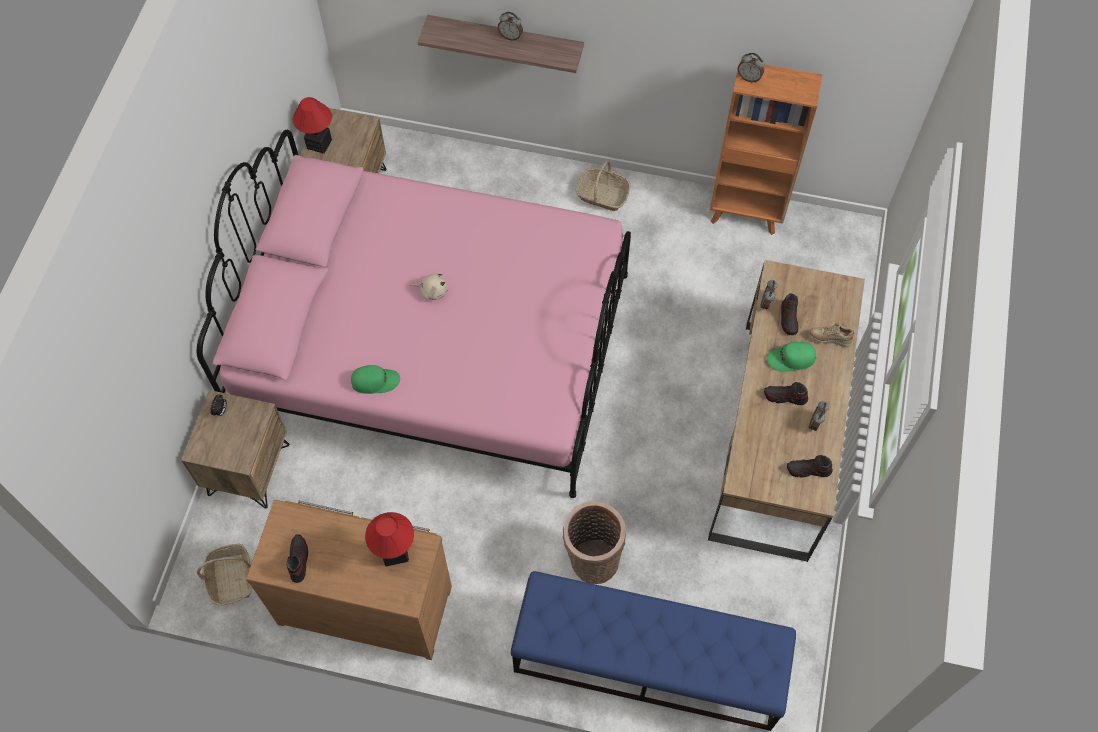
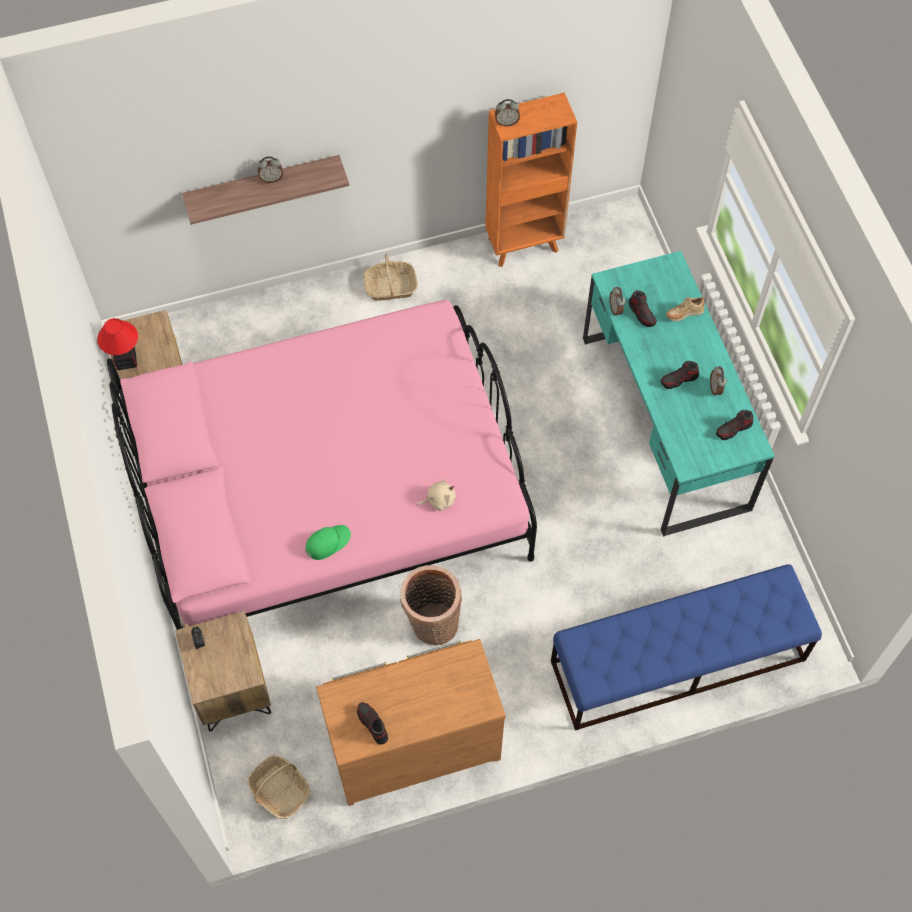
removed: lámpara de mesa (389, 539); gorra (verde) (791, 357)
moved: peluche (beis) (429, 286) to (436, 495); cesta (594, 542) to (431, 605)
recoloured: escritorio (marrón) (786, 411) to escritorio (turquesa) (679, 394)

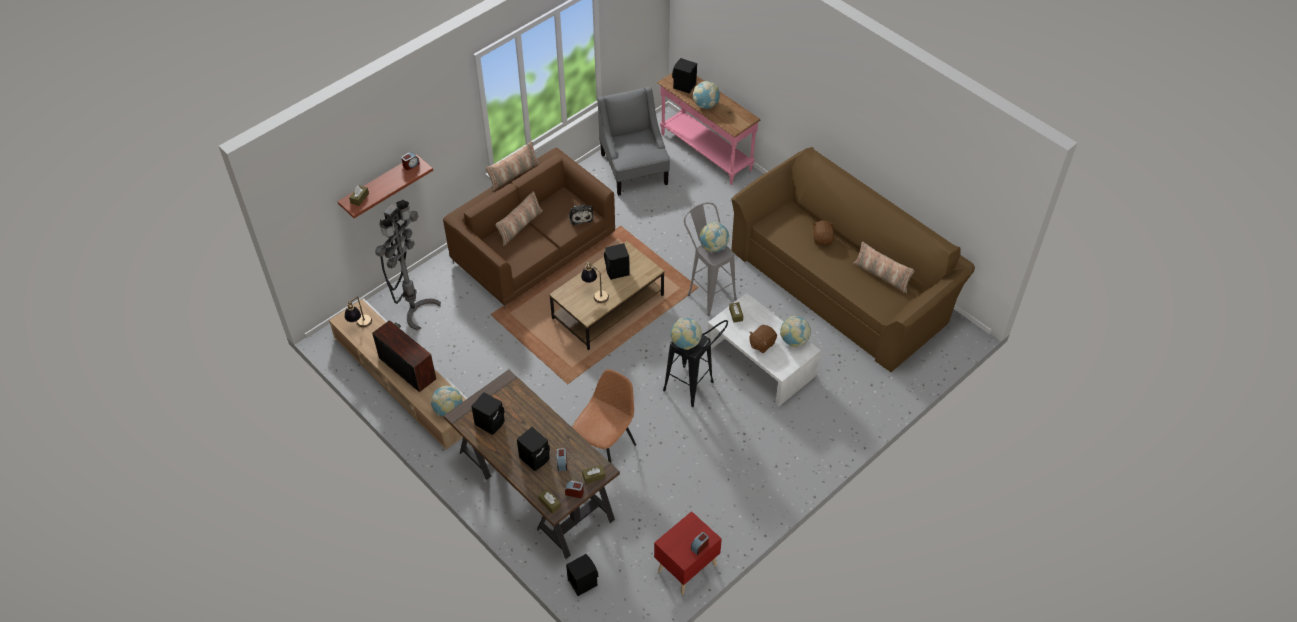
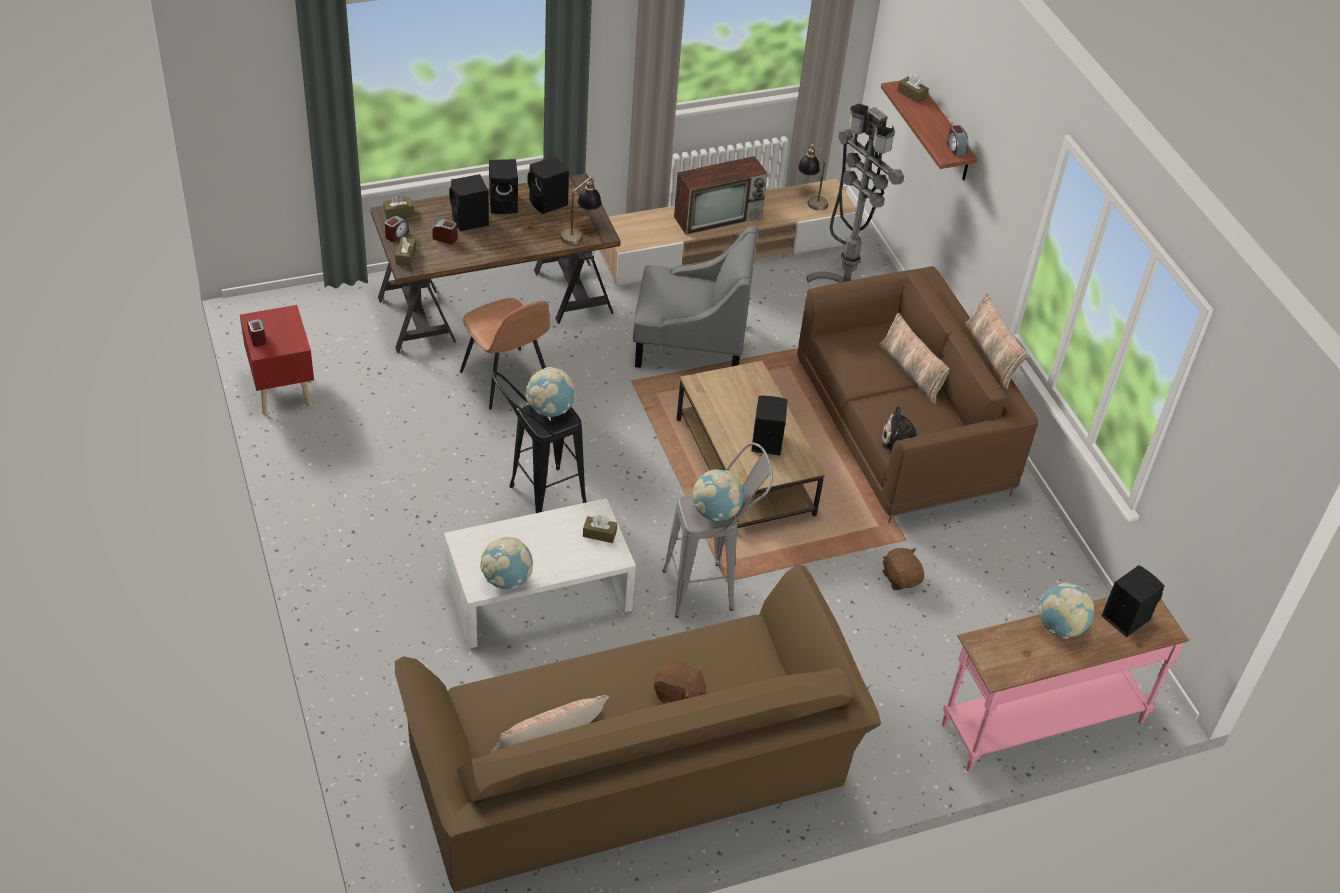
removed: globo terráqueo (446, 401)
moved: altavoz (negro) (582, 575) to (503, 186); lámpara de mesa (595, 282) to (581, 210); sillón (gris) (634, 141) to (695, 296); peluche (marrón) (763, 339) to (903, 569)

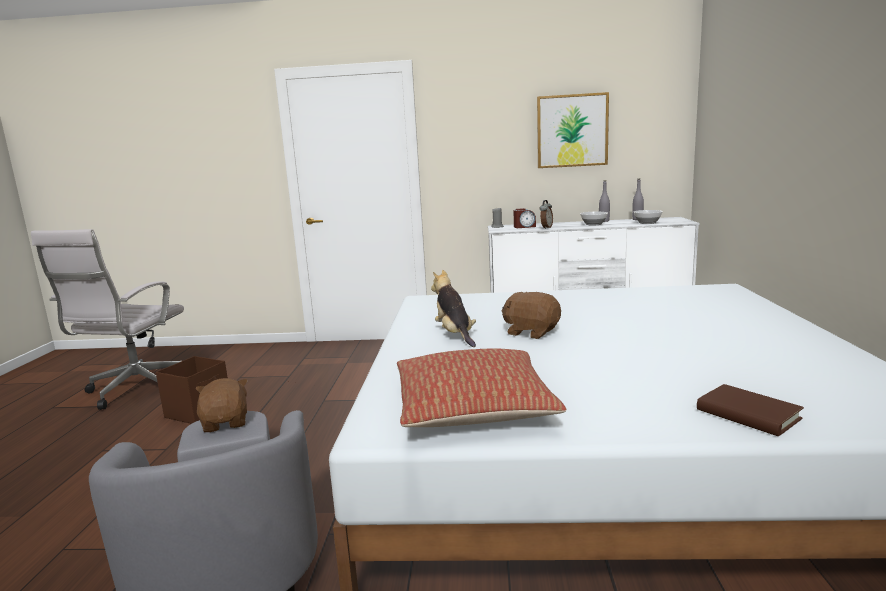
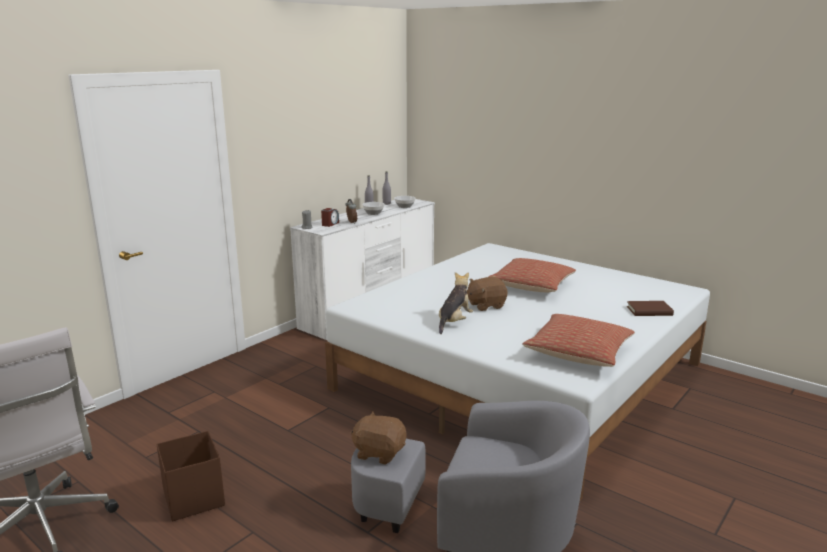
removed: cuadro (573, 130)
added: cojín (532, 275)
turned: peluche (453, 308) = (456, 303) 105 degrees clockwise

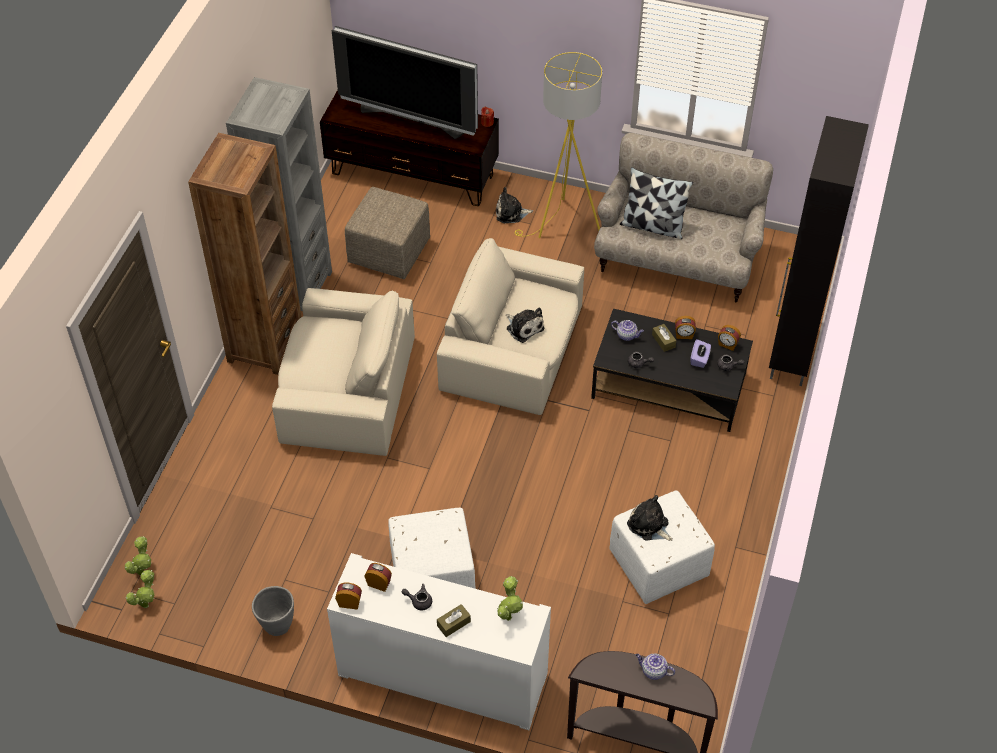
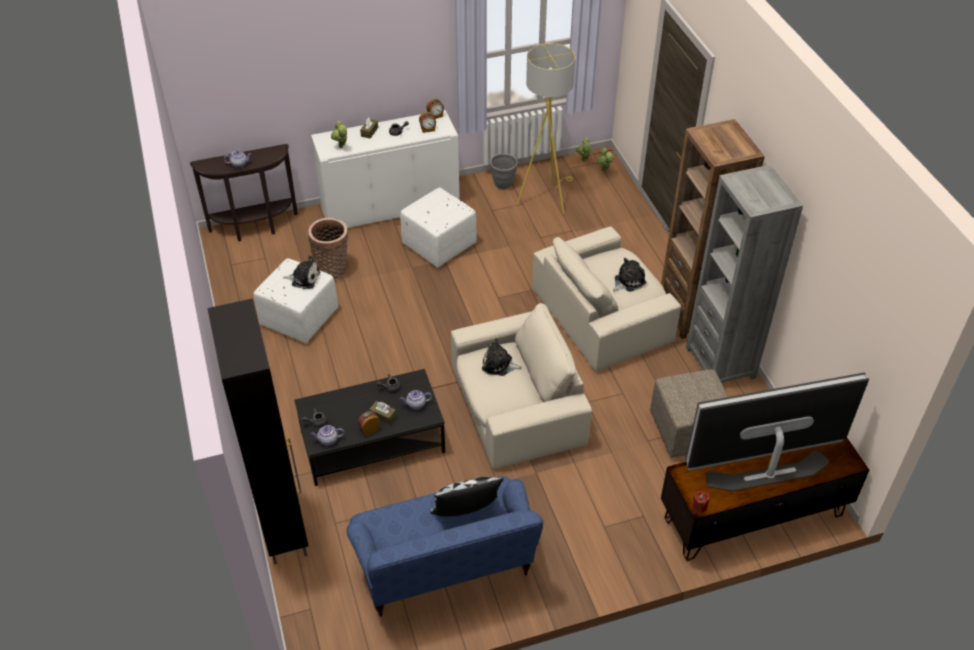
removed: caja de pañuelos (morado) (700, 353)
added: cesta (328, 249)
moved: peluche (514, 205) to (629, 275); lámpara de pie (amarillo) (558, 145) to (546, 128)
replaced: despertador (729, 338) to tetera (327, 435)
recoloured: sofá (beis) (683, 218) to sofá (azul) (444, 546)

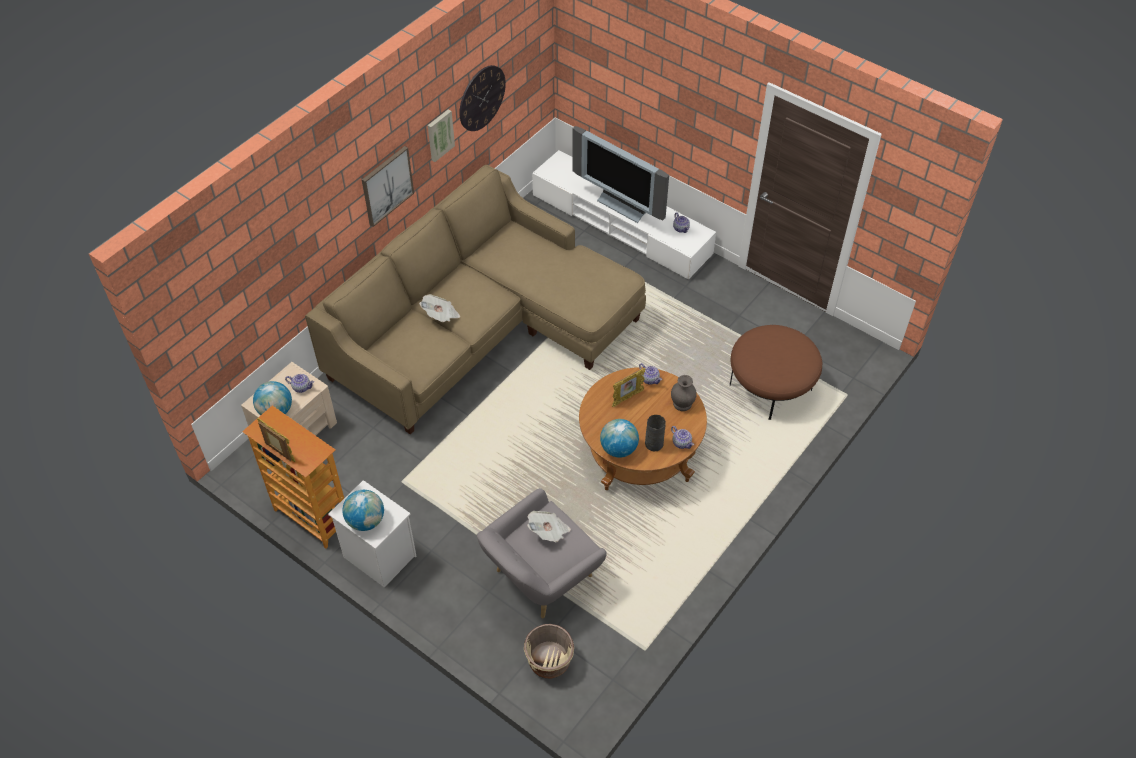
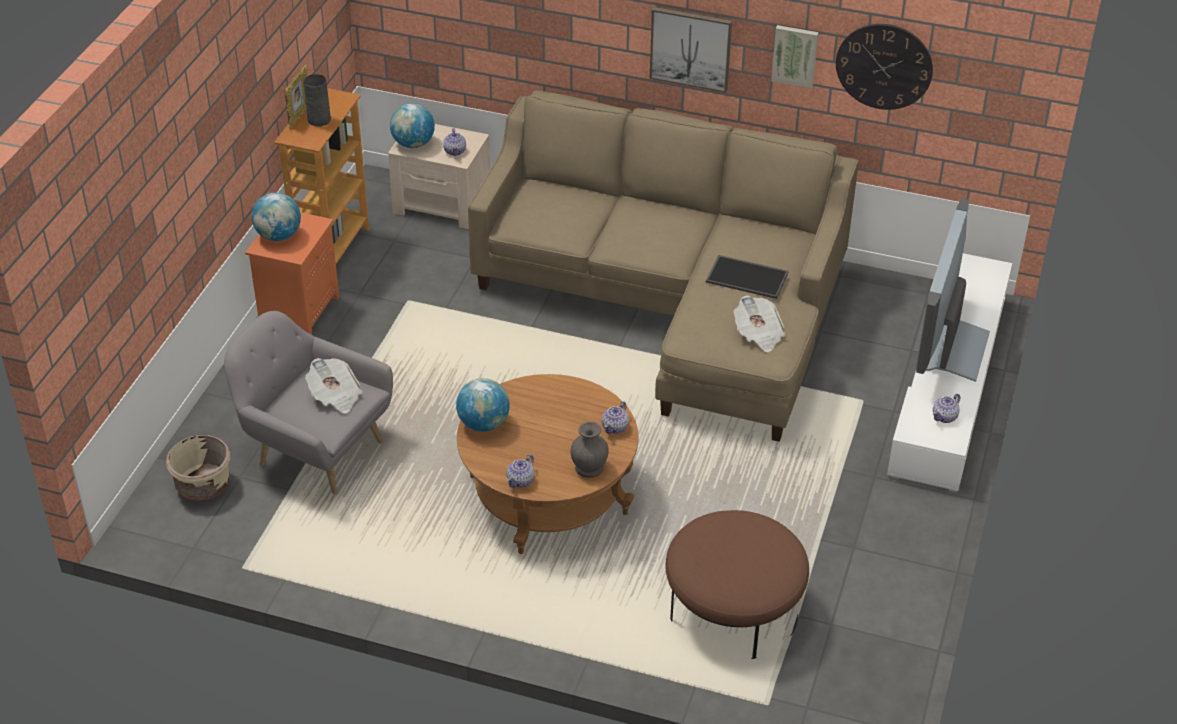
removed: portarretratos (629, 387)
added: bandeja (747, 277)
moved: periódico (439, 308) to (759, 323); florero (gris) (655, 433) to (317, 100)
recoloured: mesita de noche (blanco) (372, 534) to mesita de noche (naranja) (292, 273)

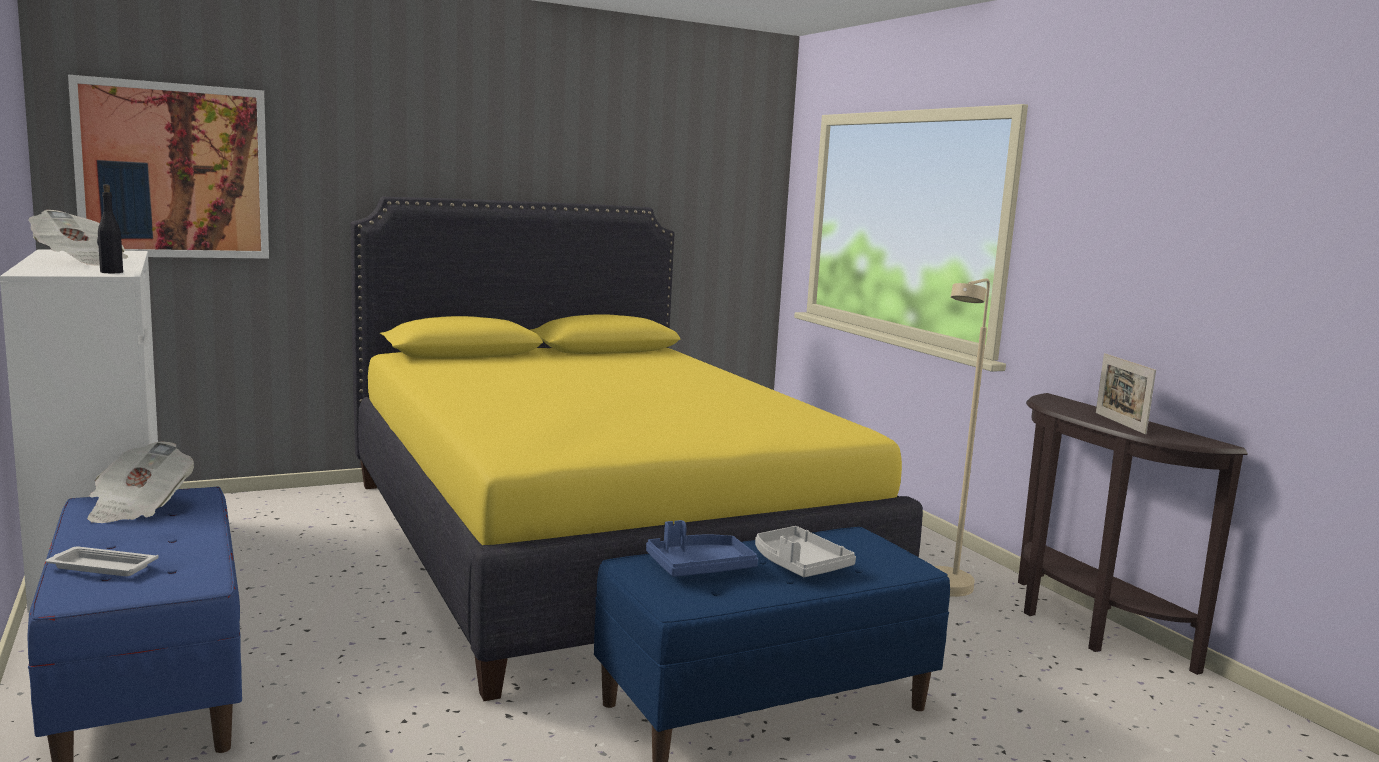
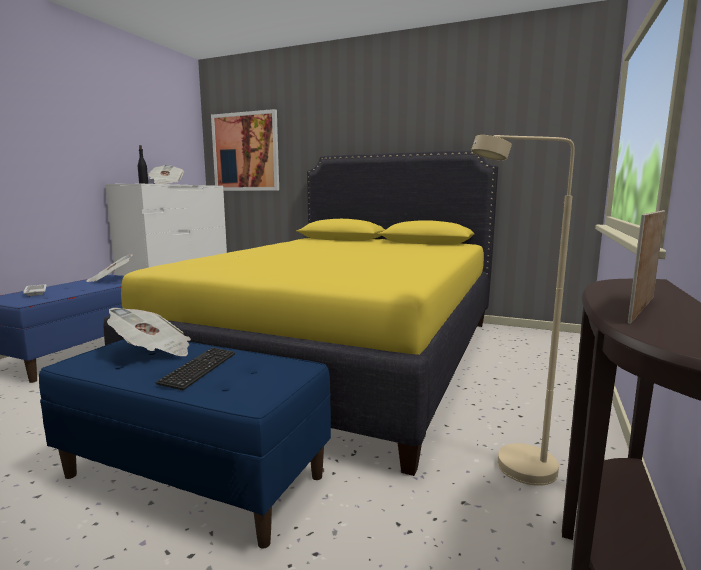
replaced: bandeja (azul) (702, 548) to periódico (149, 332); bandeja (gris) (805, 551) to teclado (195, 368)

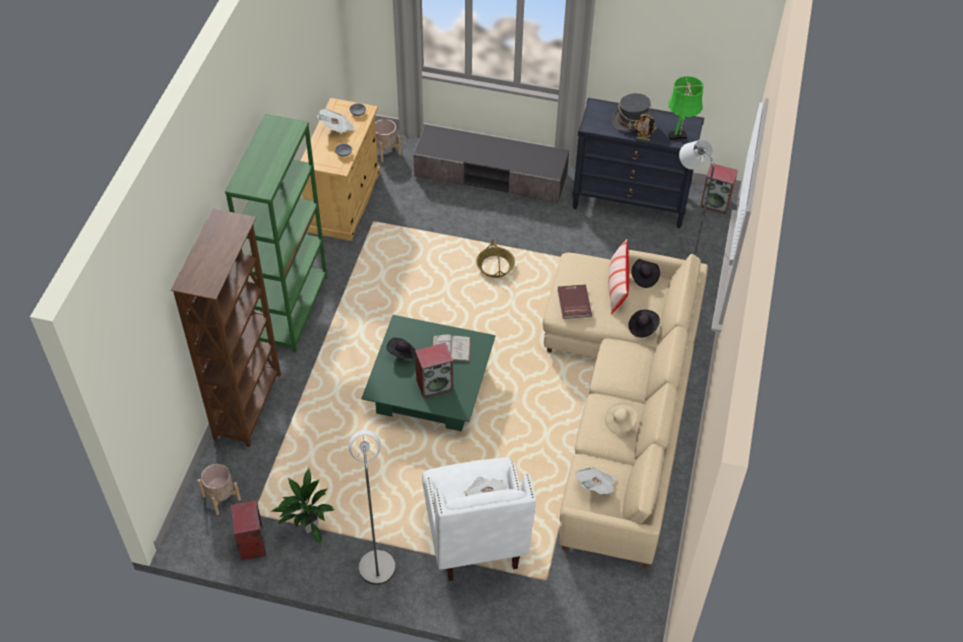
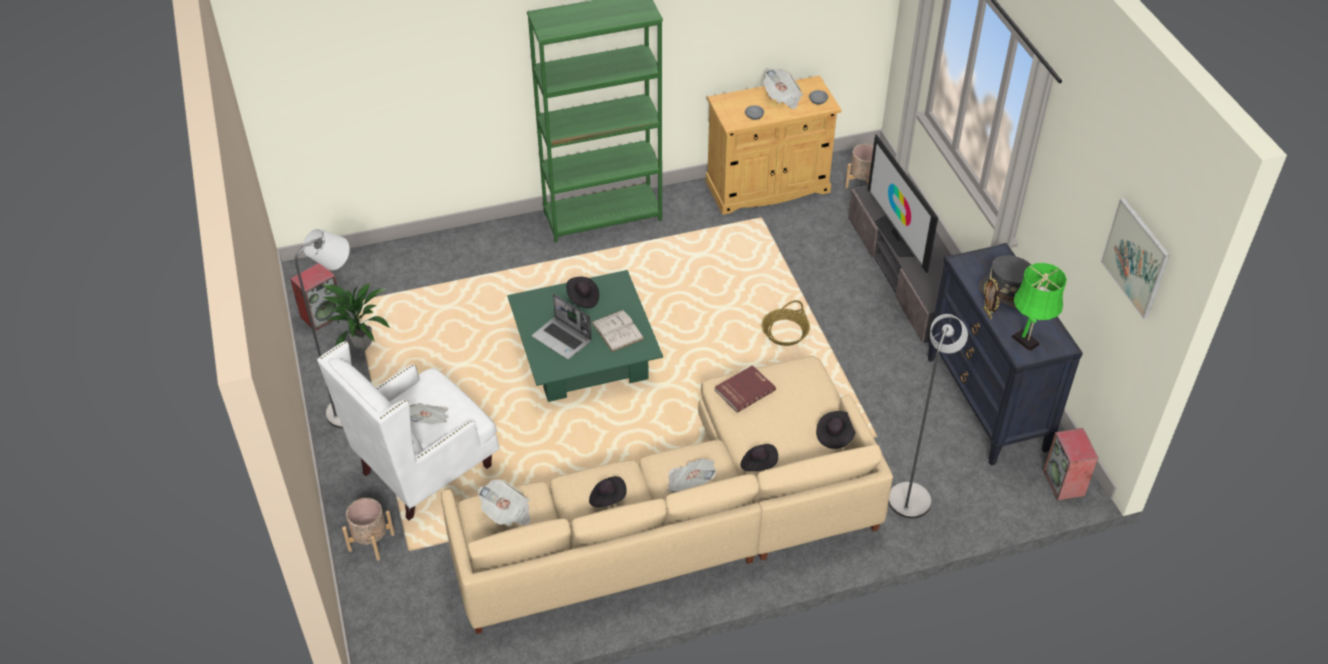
removed: estantería (marrón) (226, 328); cojín (618, 276)
added: periódico (691, 475); televisor (903, 203); cuadro (1135, 258)
moved: maceta (beis) (219, 489) to (368, 529)
replaced: altavoz (434, 370) to portátil (562, 326)
recoloured: sombrero (beis) (621, 418) to sombrero (negro) (608, 491)

